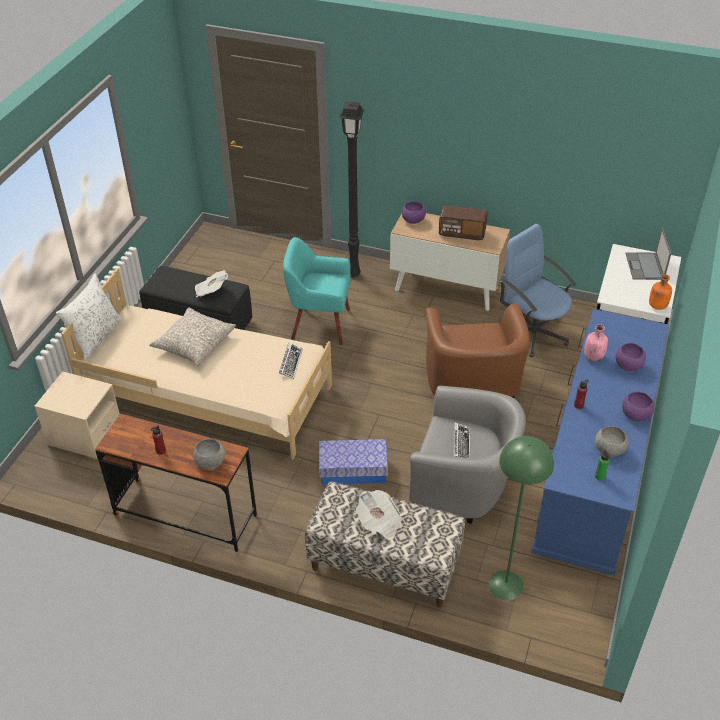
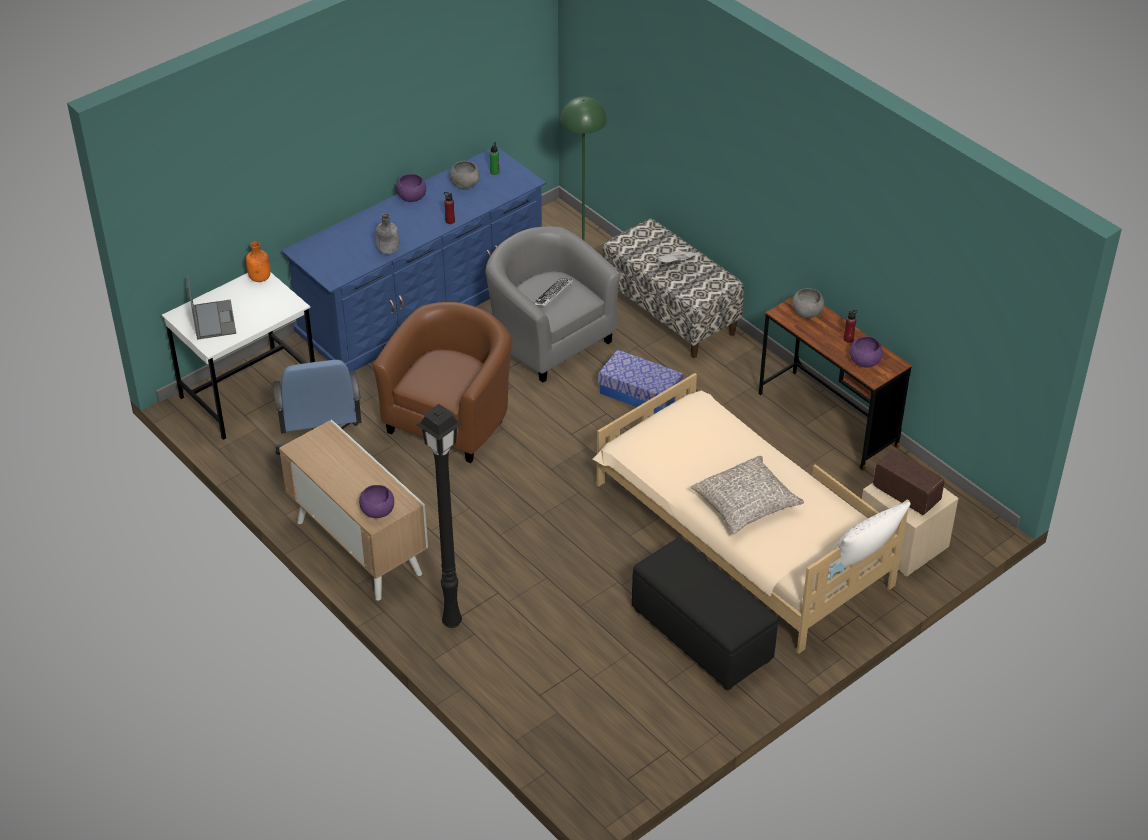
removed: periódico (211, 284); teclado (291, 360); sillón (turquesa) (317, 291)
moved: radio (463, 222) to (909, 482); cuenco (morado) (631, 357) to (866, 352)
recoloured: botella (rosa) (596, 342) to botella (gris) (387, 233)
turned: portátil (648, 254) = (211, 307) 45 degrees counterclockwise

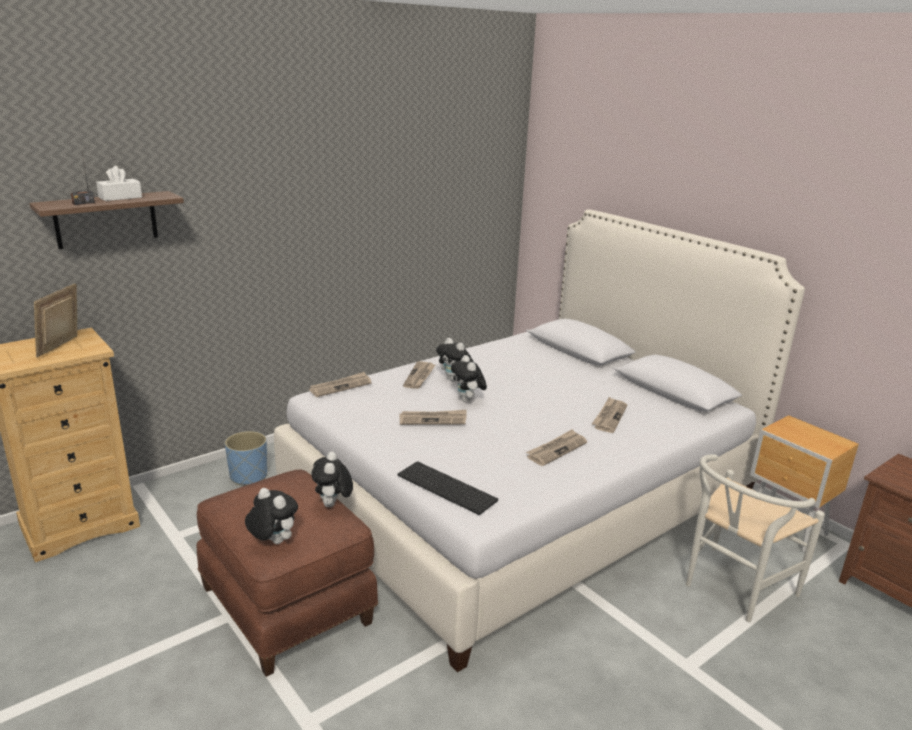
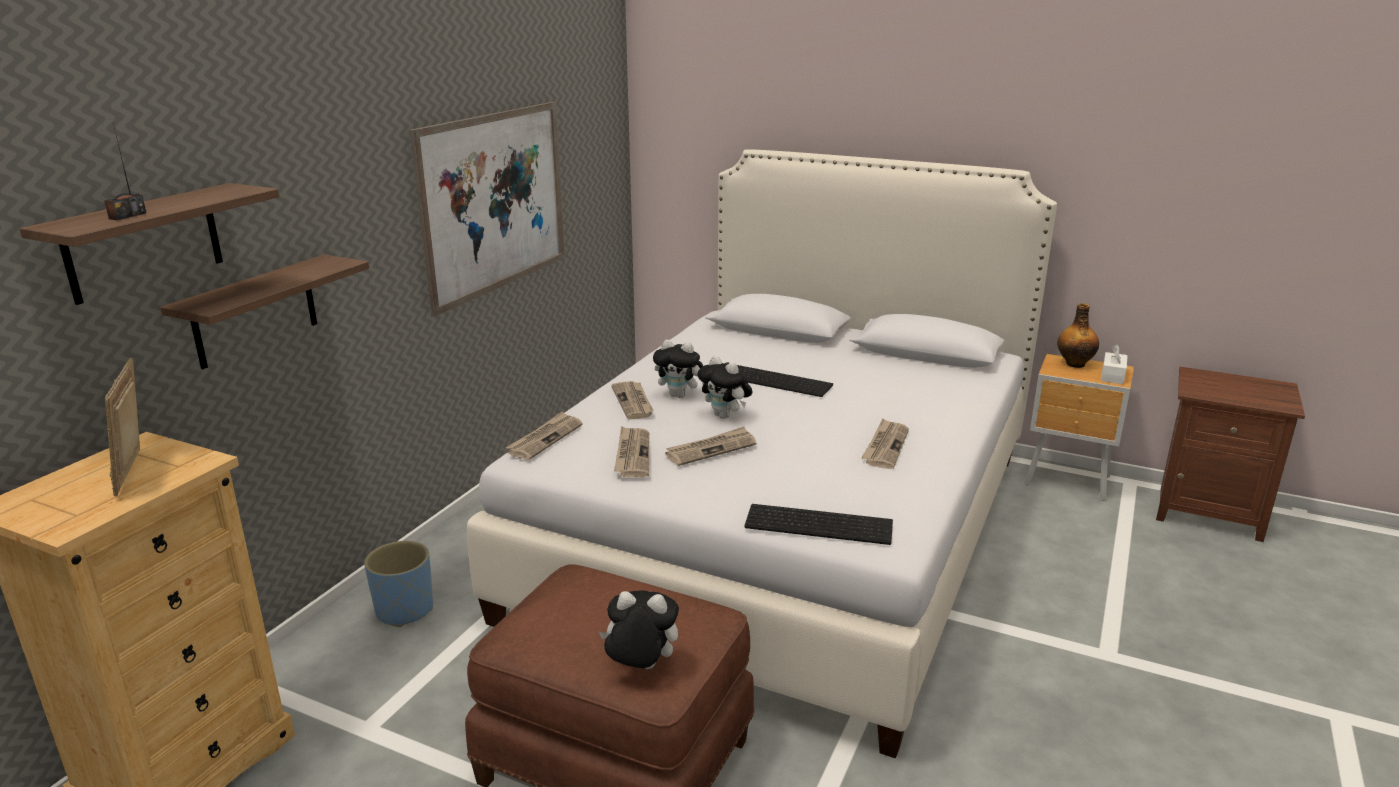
removed: peluche (332, 479); silla (blanco) (755, 538)
added: estante (264, 312); cuadro (487, 209); teclado (785, 381); botella (1078, 335)
moved: caja de pañuelos (blanco) (119, 183) to (1114, 364); periódico (609, 415) to (631, 451)

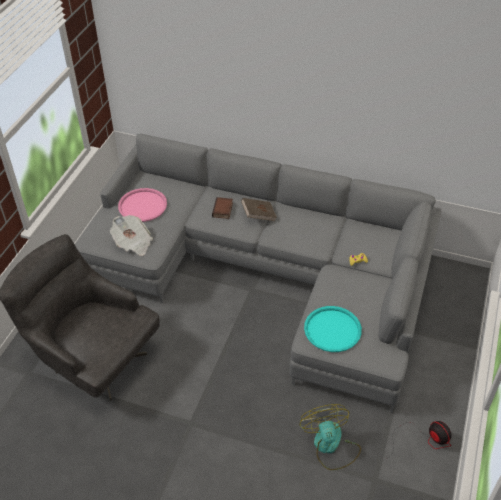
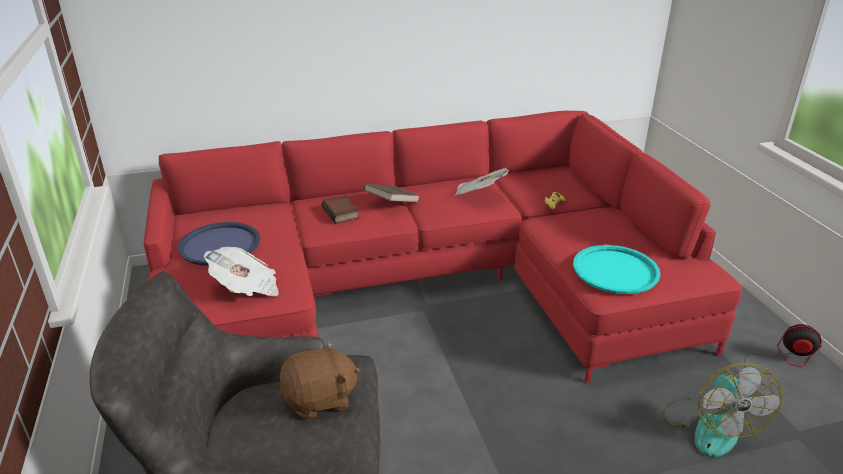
added: peluche (marrón) (319, 380); periódico (481, 181)
recoloured: sofá (gris) (258, 273) to sofá (rojo) (442, 247); bandeja (rosa) (142, 205) to bandeja (azul) (219, 244)
turned: ventilador (330, 437) = (721, 410) 135 degrees counterclockwise

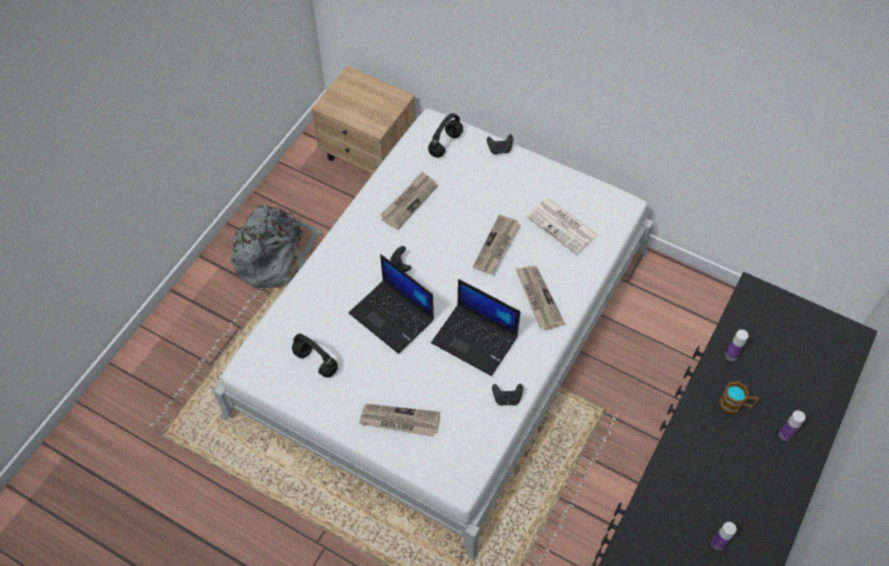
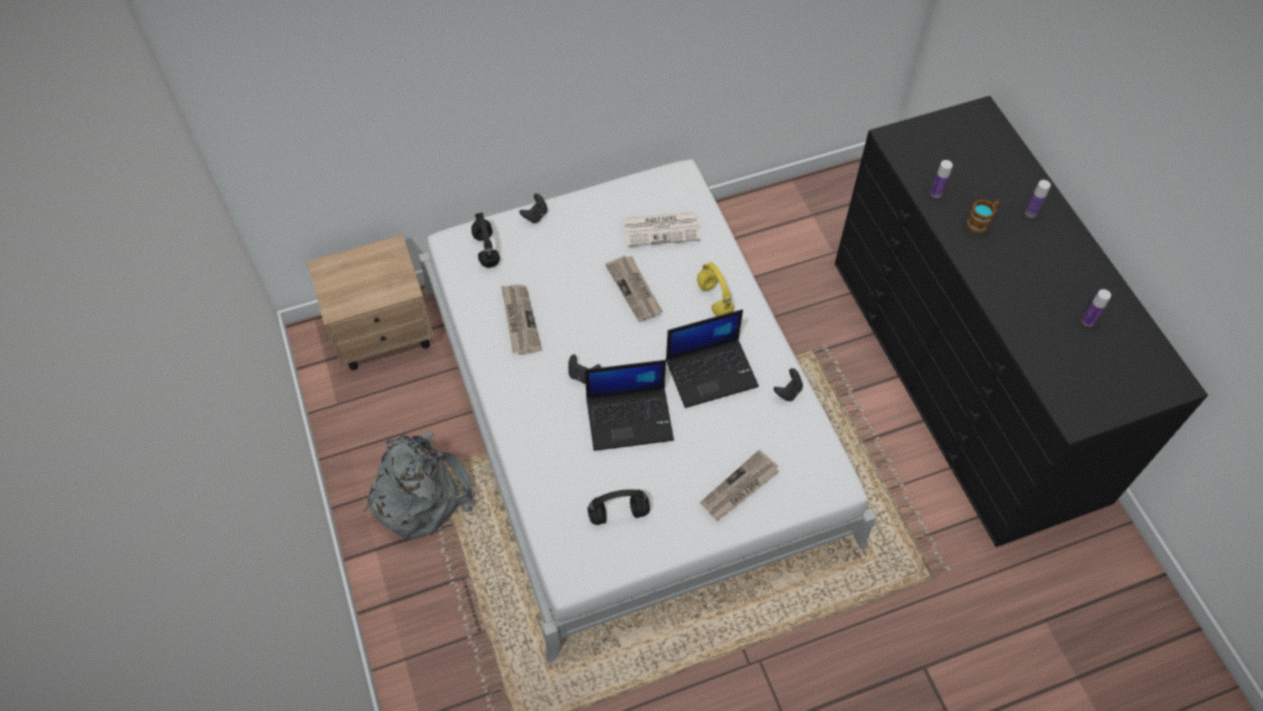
replaced: periódico (540, 298) to auriculares (amarillo) (715, 289)

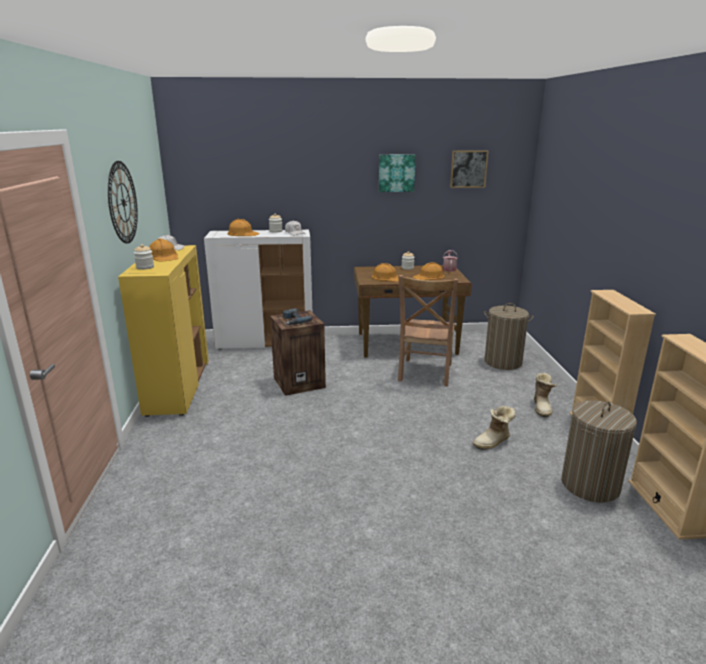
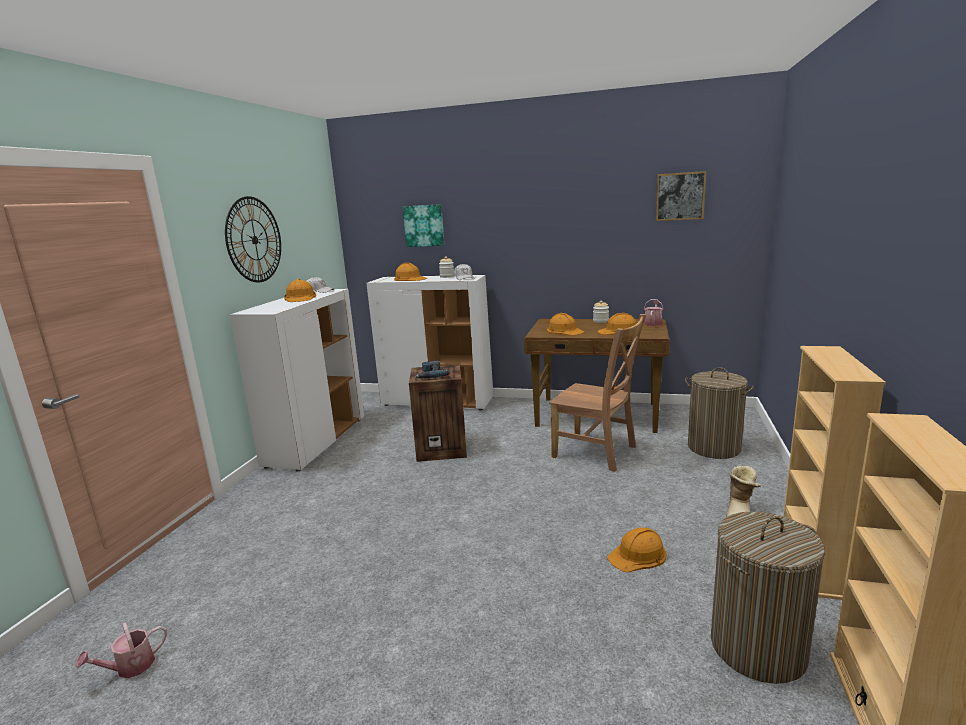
removed: tarro (144, 257)
added: regadera (121, 650)
moved: cuadro (397, 173) to (423, 225)
replaced: bota (494, 427) to casco (naranja) (636, 550)
recoloured: armario (amarillo) (163, 331) to armario (blanco) (297, 380)
turned: silla (marrón) (428, 331) = (597, 393) 90 degrees counterclockwise

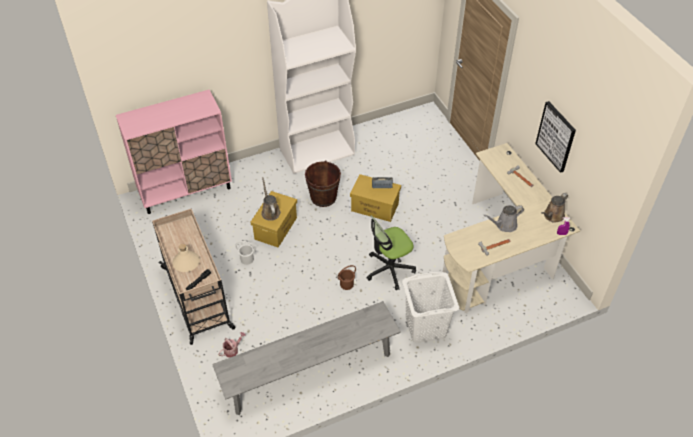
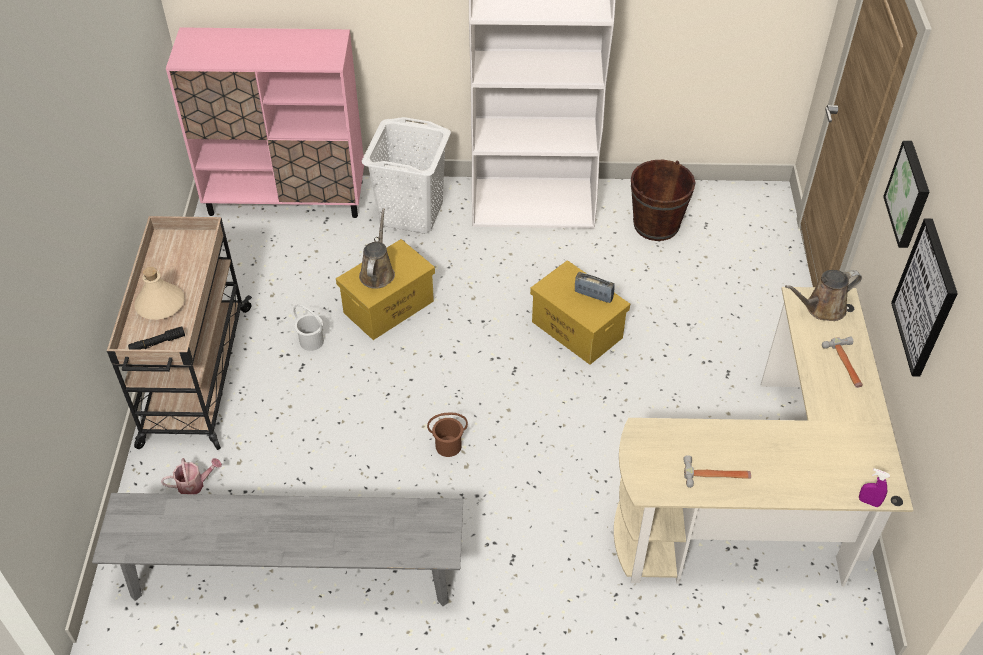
removed: silla de oficina (391, 252); regadera (gris) (503, 218)
added: cuadro (906, 194)
moved: cubo (marrón) (323, 183) to (663, 200); cesto de la ropa (blanco) (430, 307) to (406, 175); regadera (marrón) (554, 208) to (823, 295)

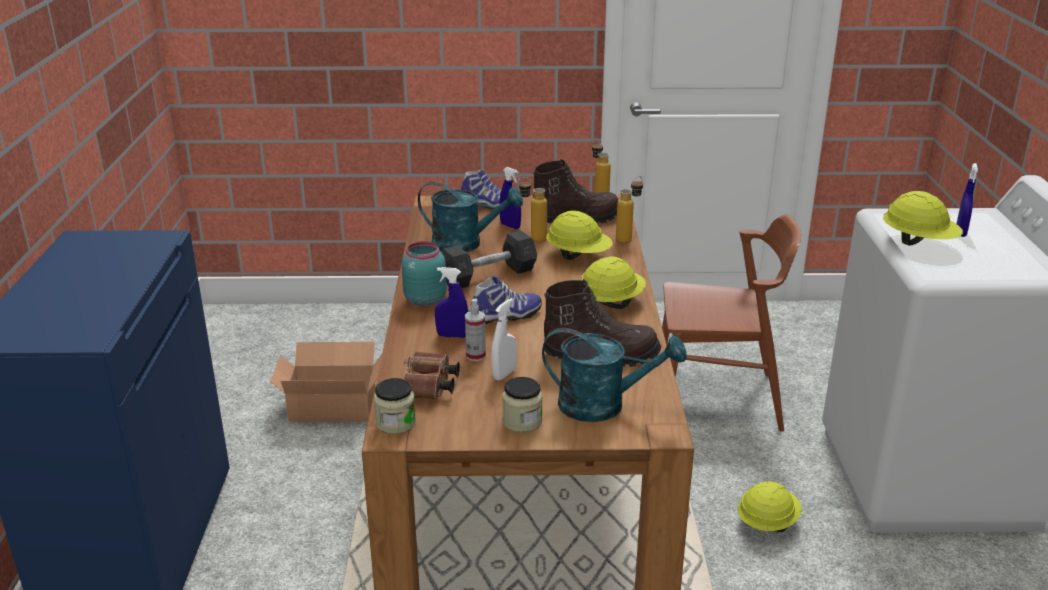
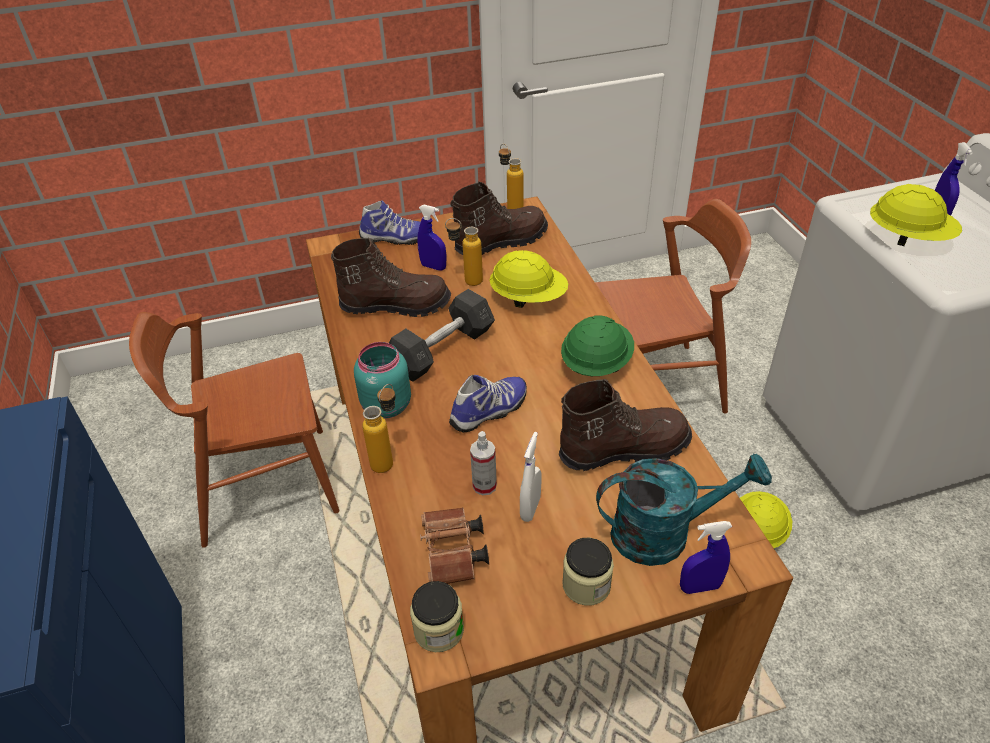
moved: pulverizador (azul) (451, 302) to (706, 557); botella (629, 209) to (379, 428)
replaced: caja de cartón (326, 382) to silla (marrón) (234, 430); regadera (turquesa) (470, 217) to bota (marrón) (391, 277)
recoloured: casco (amarillo) (613, 282) to casco (verde) (597, 345)

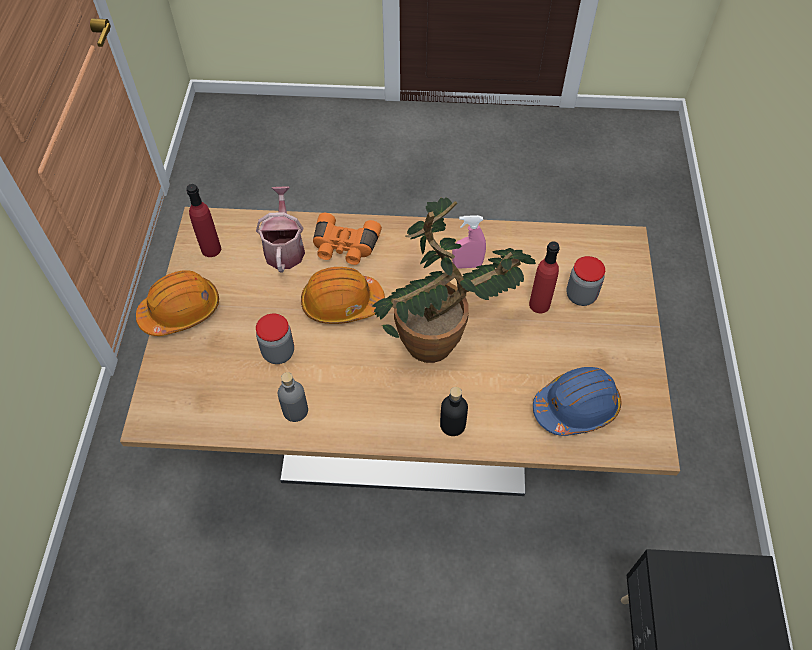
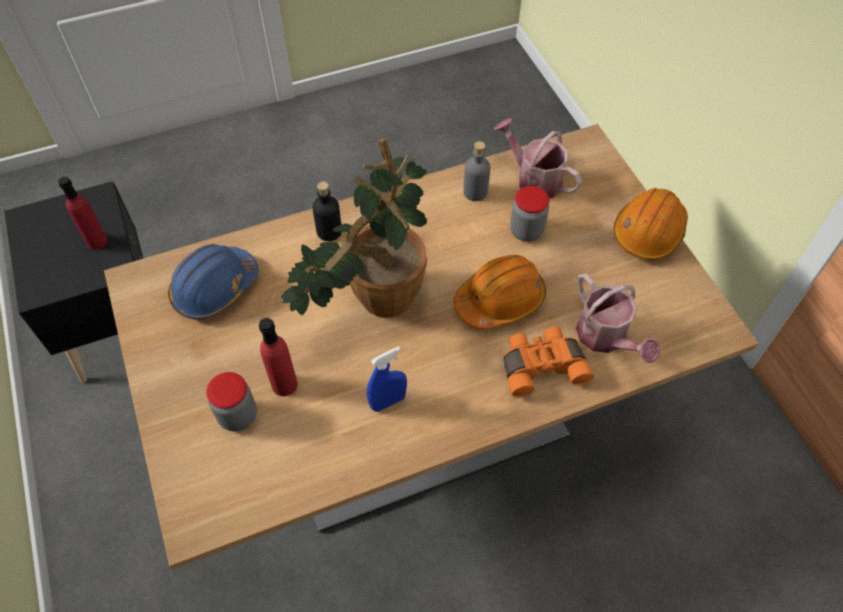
added: regadera (538, 158)
moved: botella (rojo) (203, 220) to (83, 213)
recoloured: pulverizador (rosa) (469, 242) to pulverizador (azul) (387, 379)

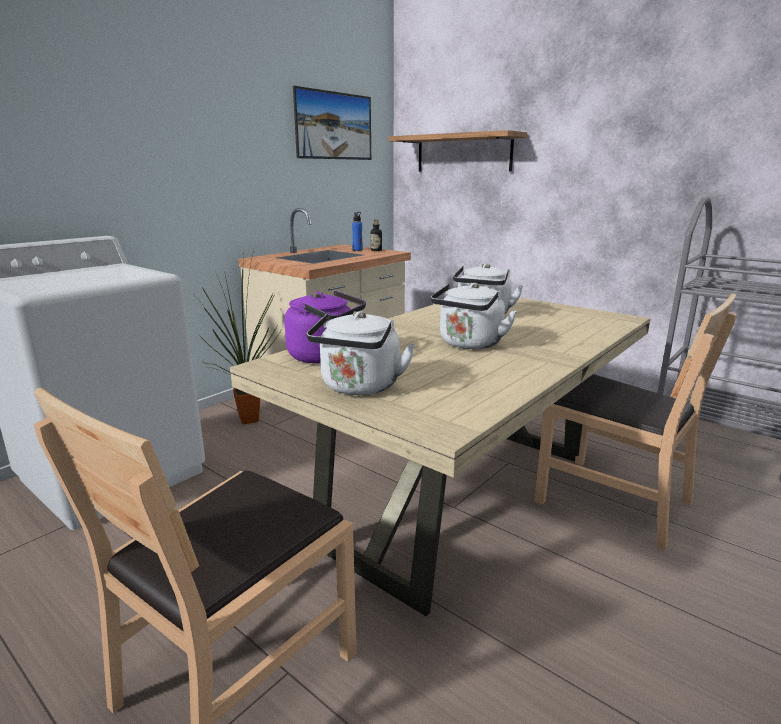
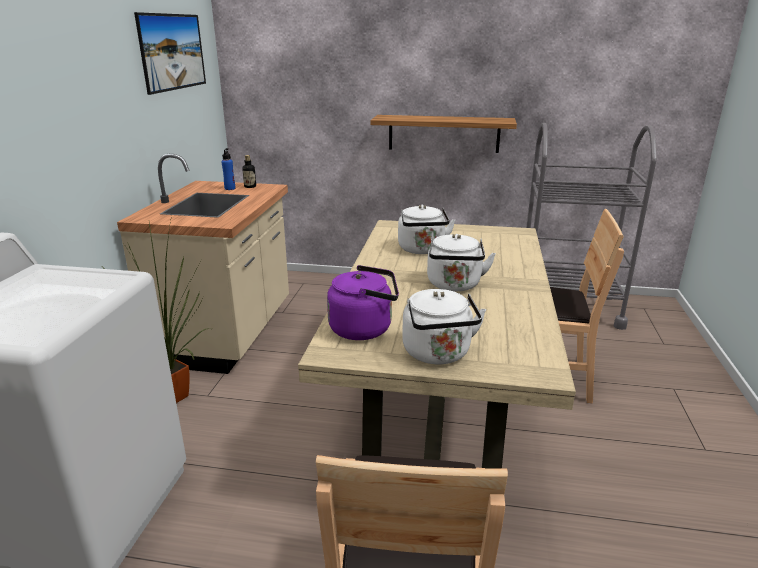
moved: estante (458, 151) to (444, 134)

